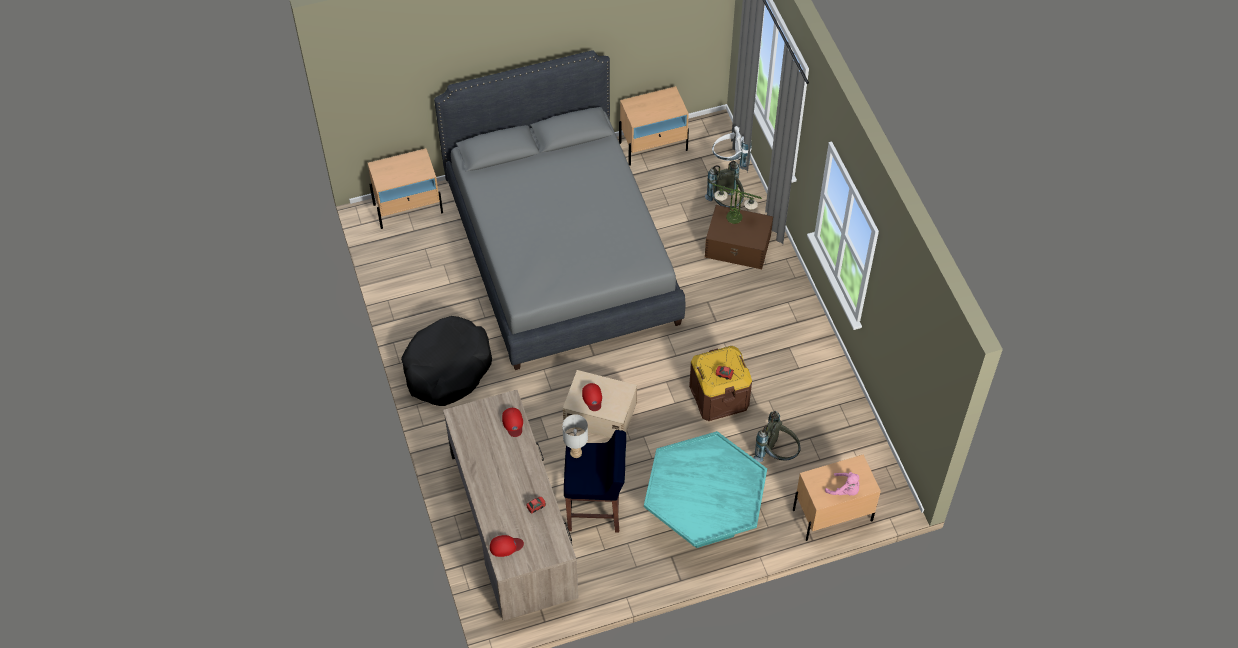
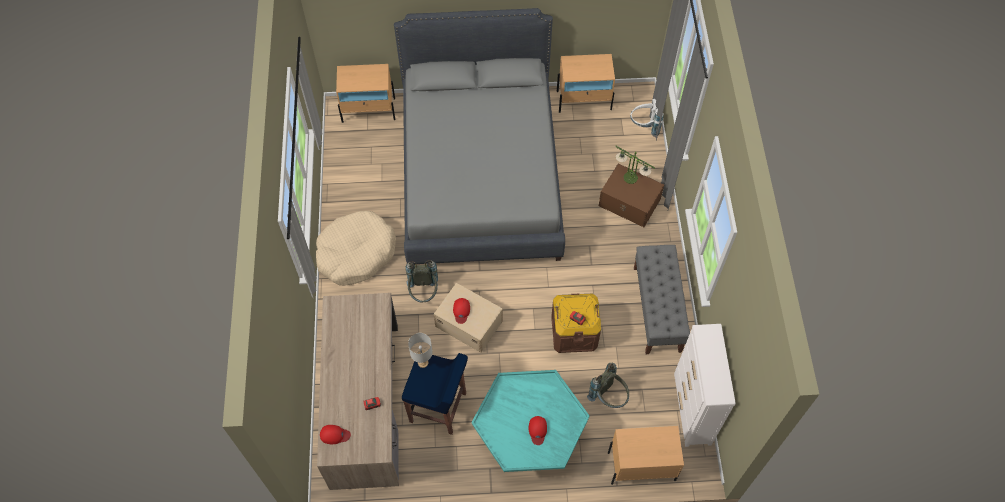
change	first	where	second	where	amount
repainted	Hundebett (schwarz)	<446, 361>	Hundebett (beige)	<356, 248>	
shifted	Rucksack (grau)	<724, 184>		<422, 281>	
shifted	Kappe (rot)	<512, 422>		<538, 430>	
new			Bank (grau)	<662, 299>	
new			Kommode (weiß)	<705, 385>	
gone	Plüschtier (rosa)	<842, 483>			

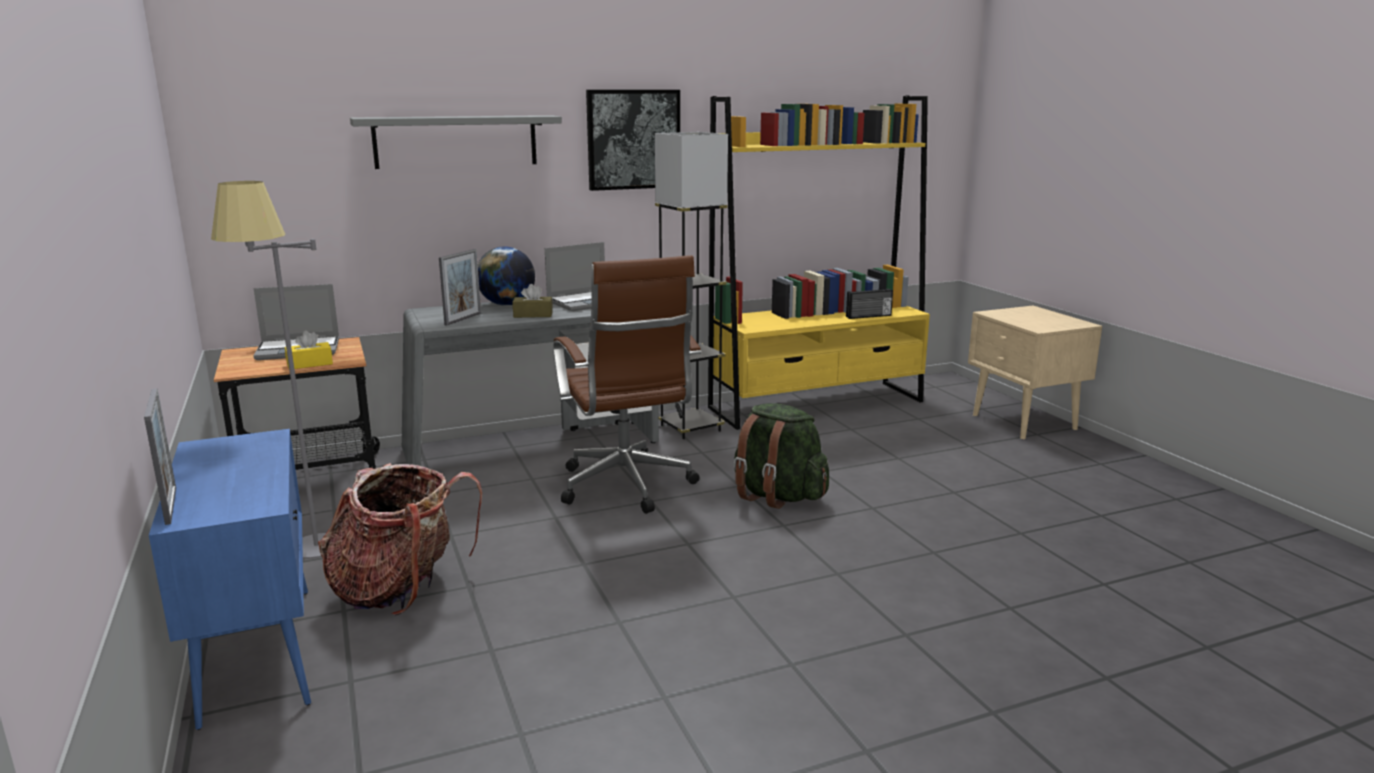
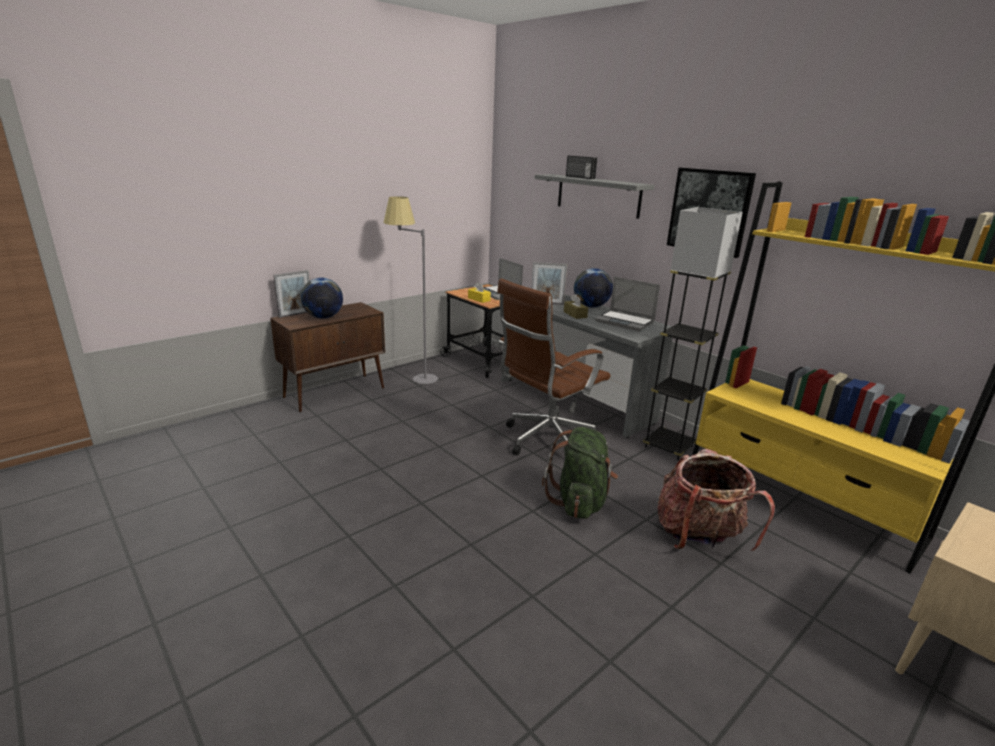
change	first	where	second	where	amount
repainted	Schrank (blau)	<230, 579>	Schrank (braun)	<327, 357>	
new			Globus	<322, 298>	
shifted	Radio	<869, 304>		<581, 167>	
shifted	Rucksack	<400, 539>		<716, 500>	

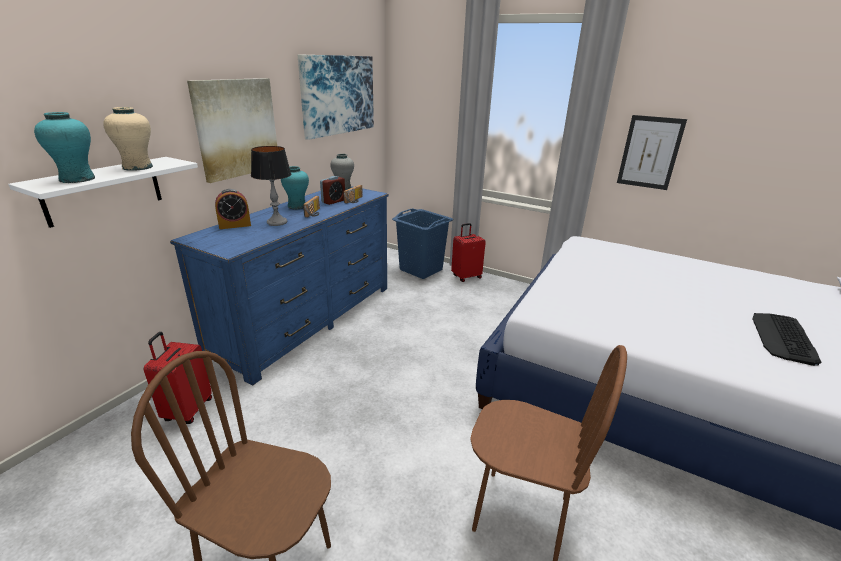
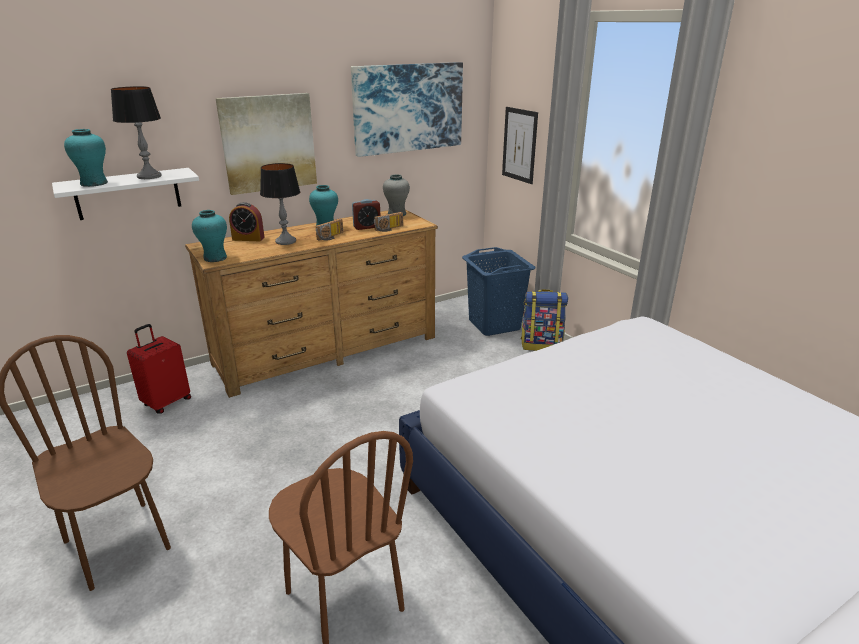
change	first	where	second	where	amount
swapped	Vase (beige)	<128, 139>	Tischlampe	<136, 132>	
repainted	Kommode (blau)	<279, 286>	Kommode (braun)	<311, 304>	
new			Vase (türkis)	<209, 236>	
shifted	Bild	<652, 152>		<520, 145>	
swapped	Koffer (rot)	<468, 252>	Rucksack	<544, 320>	
gone	Tastatur	<786, 339>			

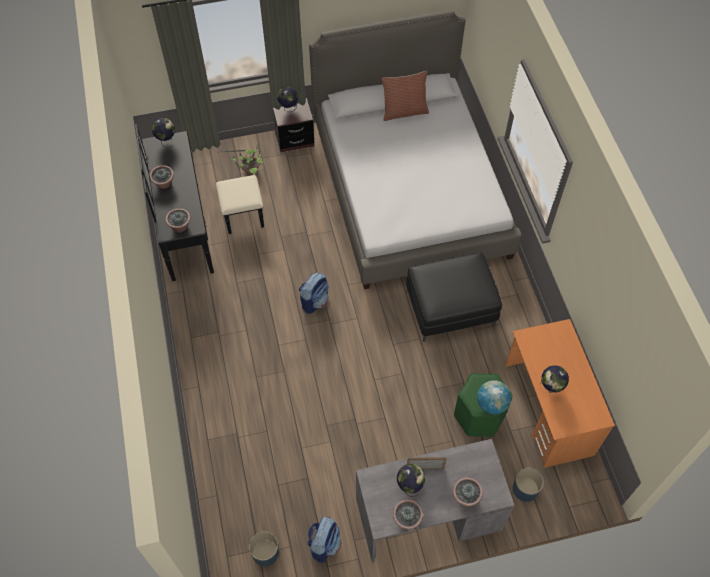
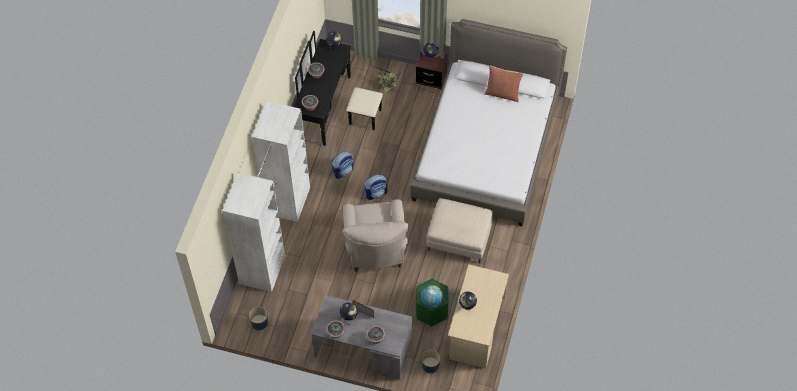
change	first	where	second	where	amount
new			Kleiderschrank (weiß)	<266, 196>	
shifted	Rucksack	<324, 539>		<342, 165>	
new			Sessel (beige)	<375, 235>	
repainted	Polsterhocker (schwarz)	<454, 297>	Polsterhocker (beige)	<460, 230>	
repainted	Schreibtisch (orange)	<560, 393>	Schreibtisch (beige)	<478, 316>	

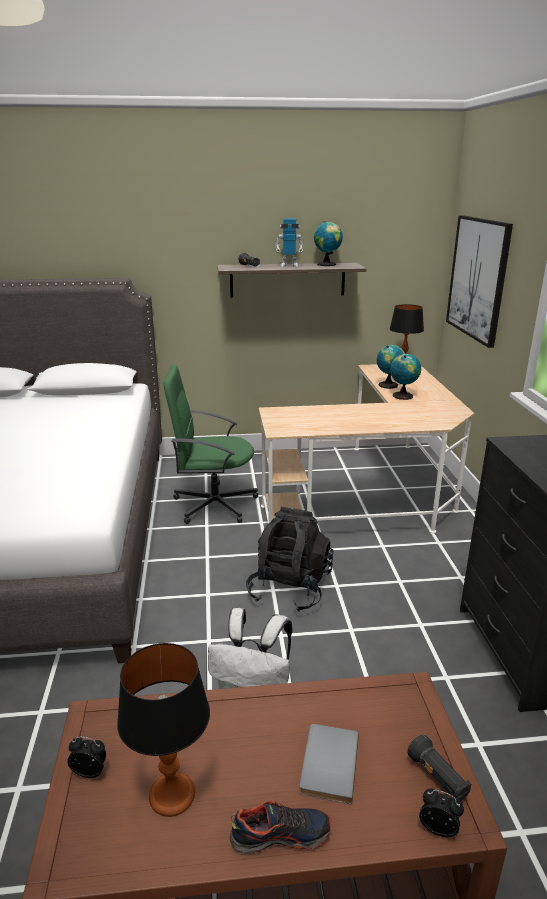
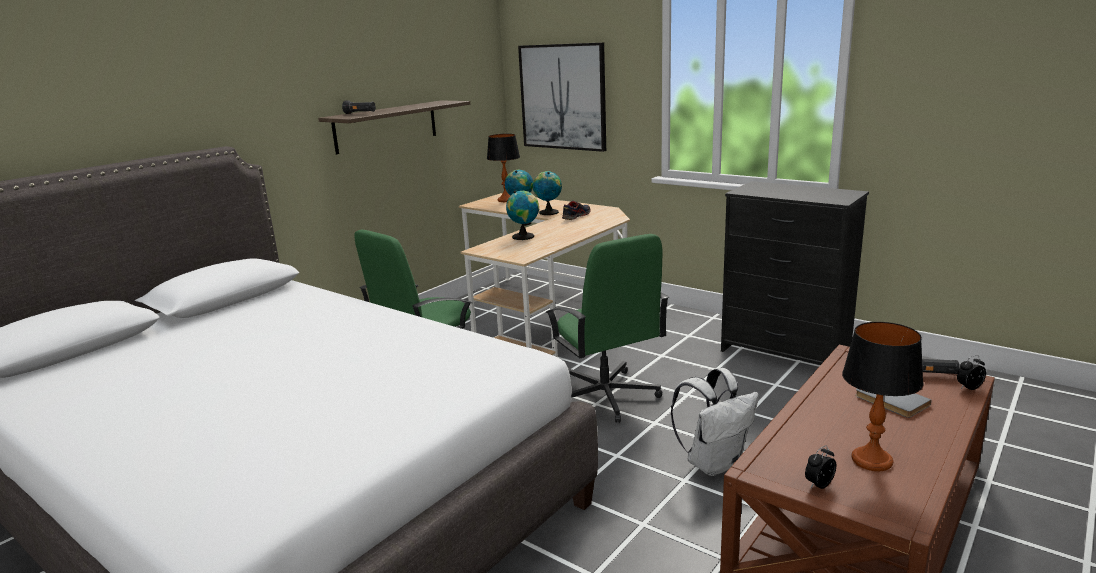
change	first	where	second	where	amount
shifted	Globus	<328, 243>		<522, 215>	
swapped	Rucksack (schwarz)	<289, 559>	Bürostuhl (grün)	<607, 328>	
shifted	Schuh	<281, 827>		<576, 210>	
gone	Spielzeugroboter	<289, 243>			

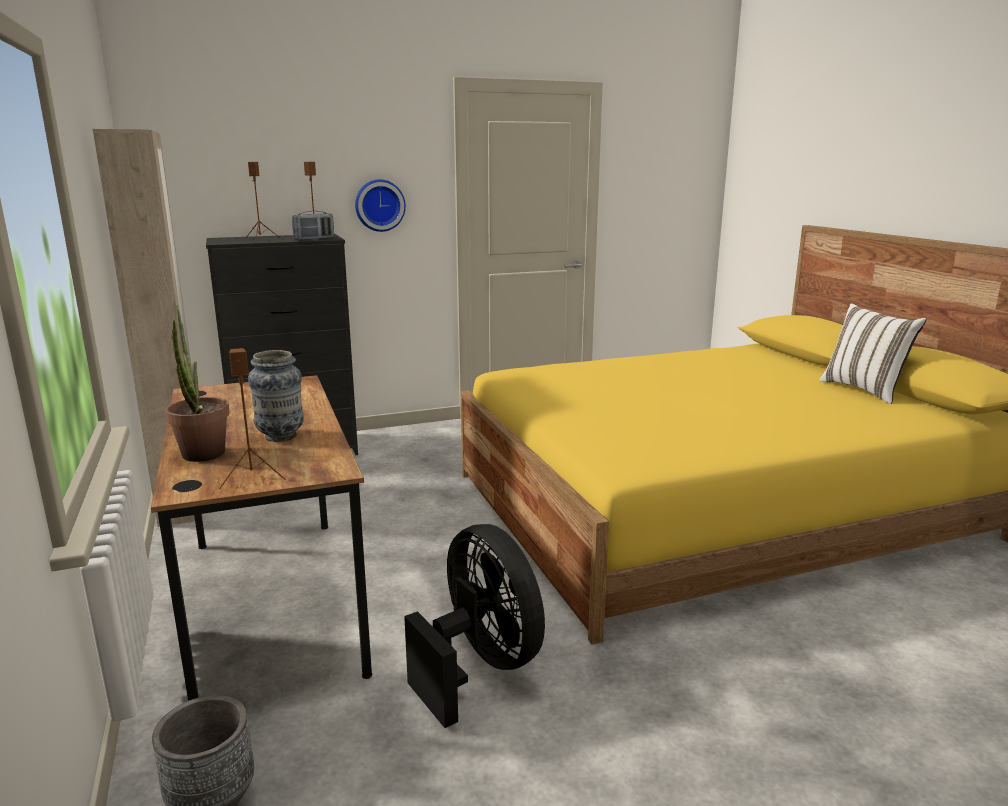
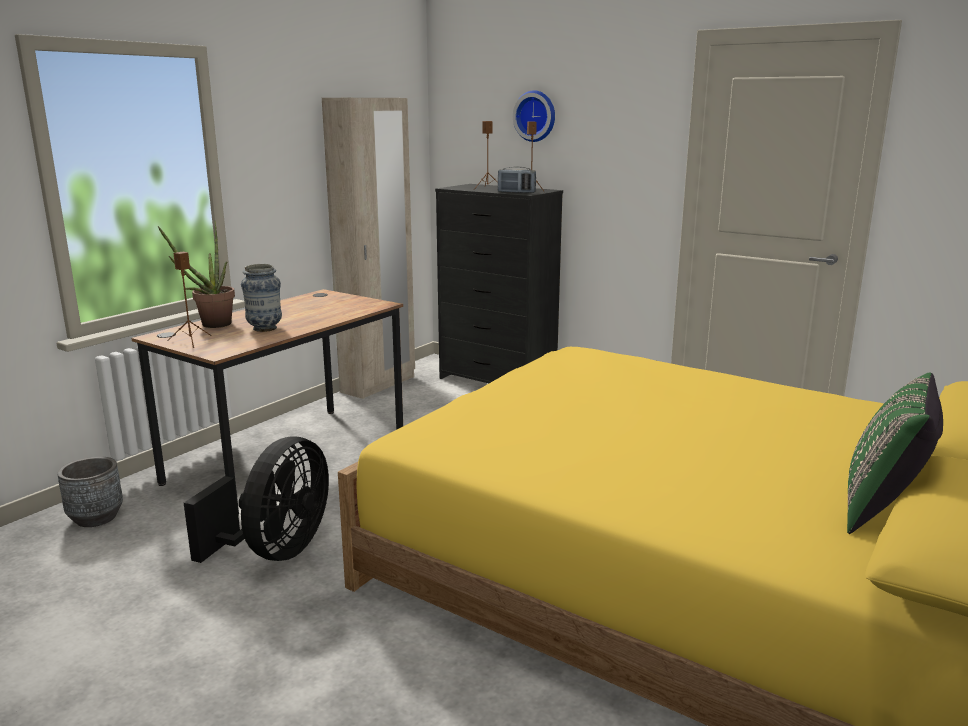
change	first	where	second	where	amount
shifted	Wanduhr	<380, 205>		<534, 116>	
repainted	Kissen (weiß)	<873, 353>	Kissen (grün)	<895, 453>	

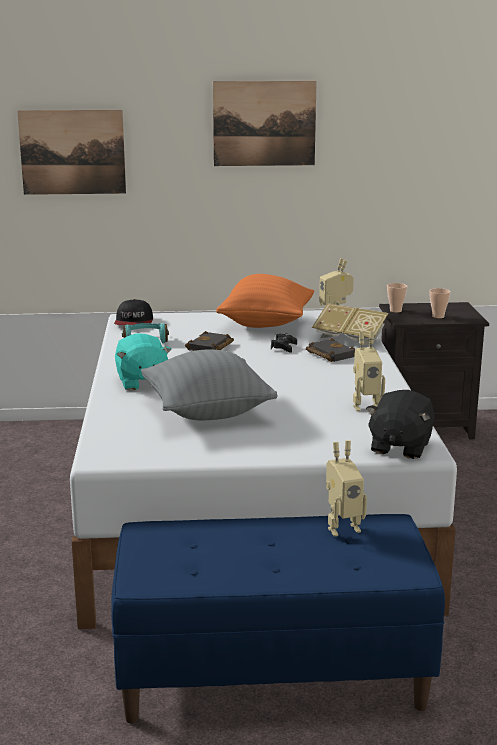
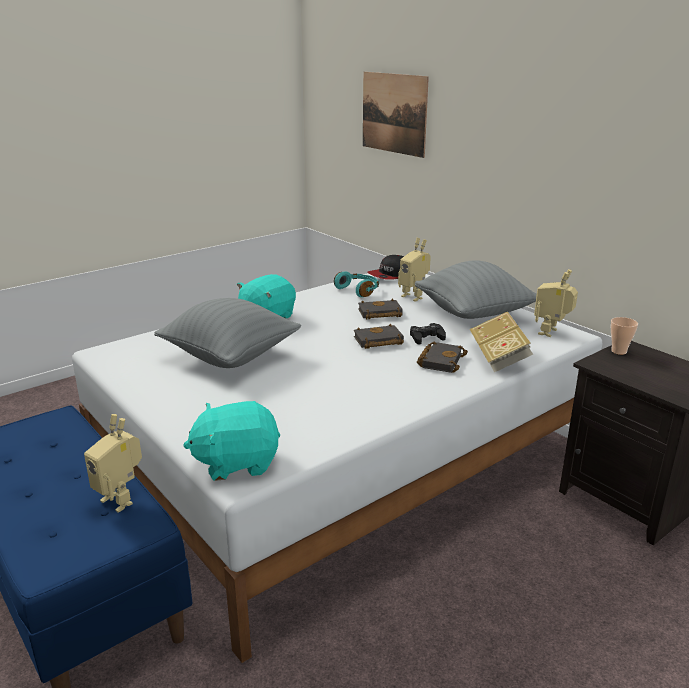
change	first	where	second	where	amount
repainted	Plüschtier (schwarz)	<400, 424>	Plüschtier (türkis)	<231, 441>	
new			Buch (schwarz)	<379, 336>	
shifted	Spielzeugroboter	<369, 371>		<414, 270>	
repainted	Kissen (orange)	<265, 301>	Kissen (grau)	<476, 290>	
gone	Bild	<265, 123>			
gone	Tasse	<440, 303>			

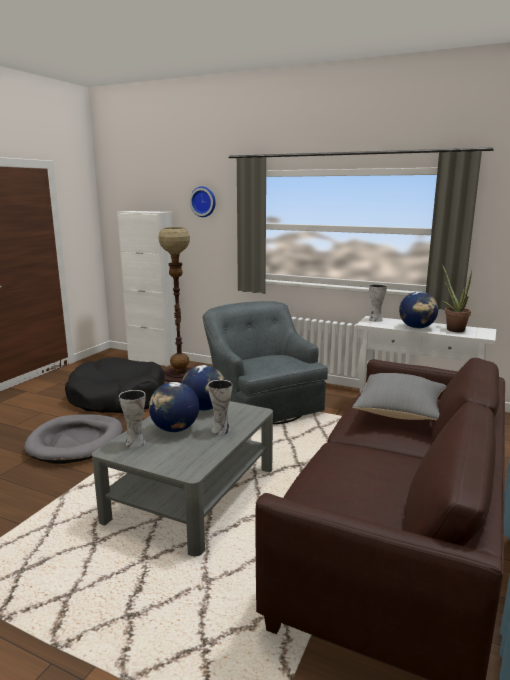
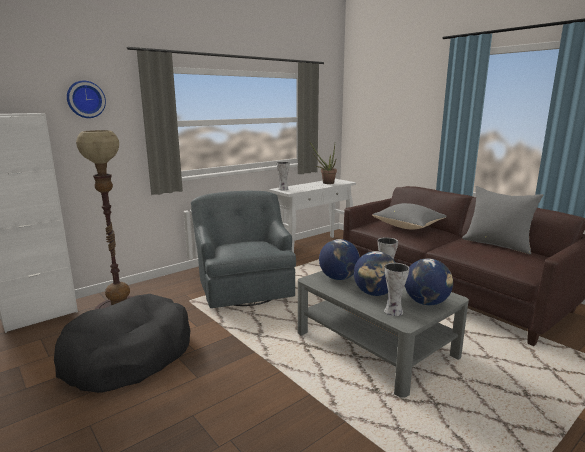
change	first	where	second	where	amount
rotated	Sessel (grau)	<265, 362>		<243, 249>	75 degrees clockwise
shifted	Globus	<418, 310>		<429, 281>	
new			Kissen (grau)	<502, 220>	
gone	Hundebett (grau)	<73, 439>			

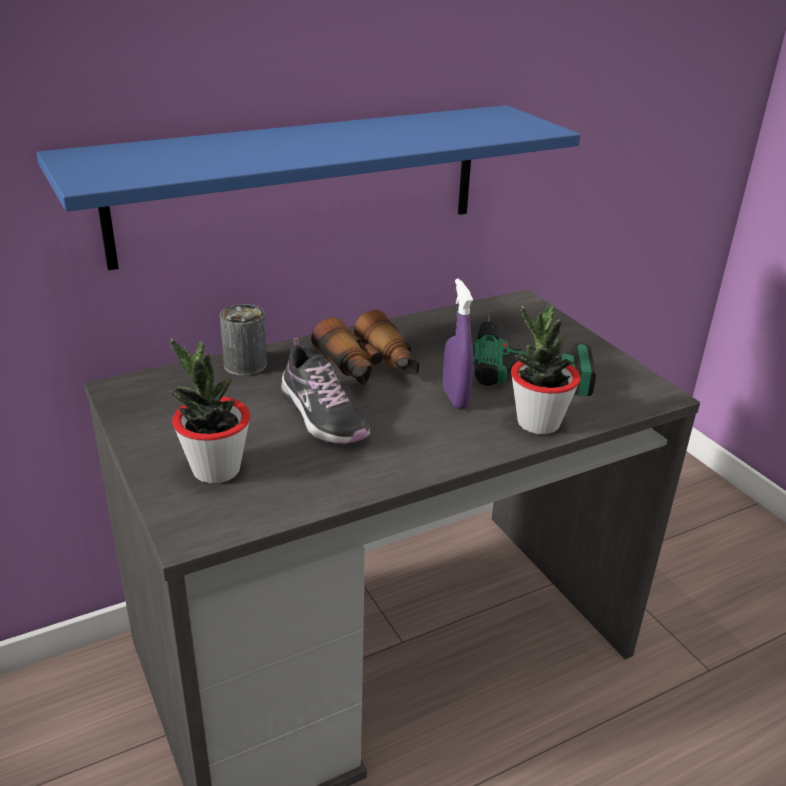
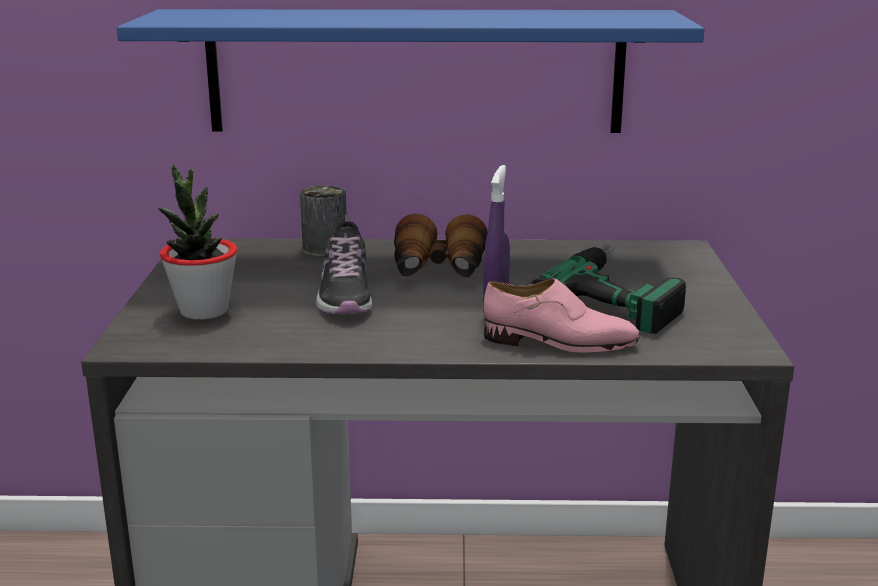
change	first	where	second	where	amount
swapped	Topfpflanze	<546, 369>	Schuh (rosa)	<562, 315>	

